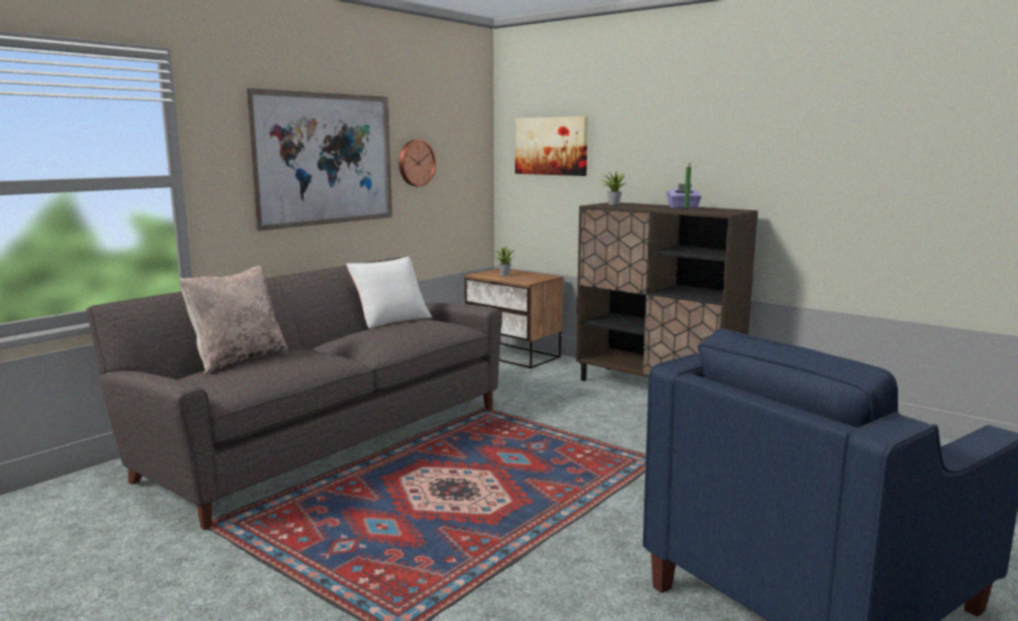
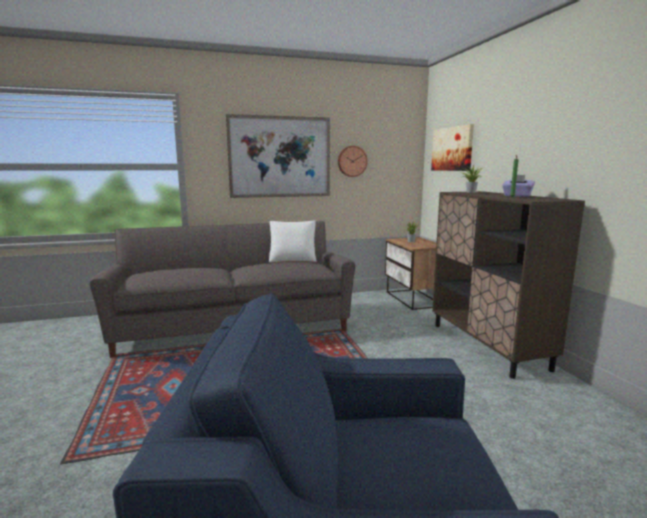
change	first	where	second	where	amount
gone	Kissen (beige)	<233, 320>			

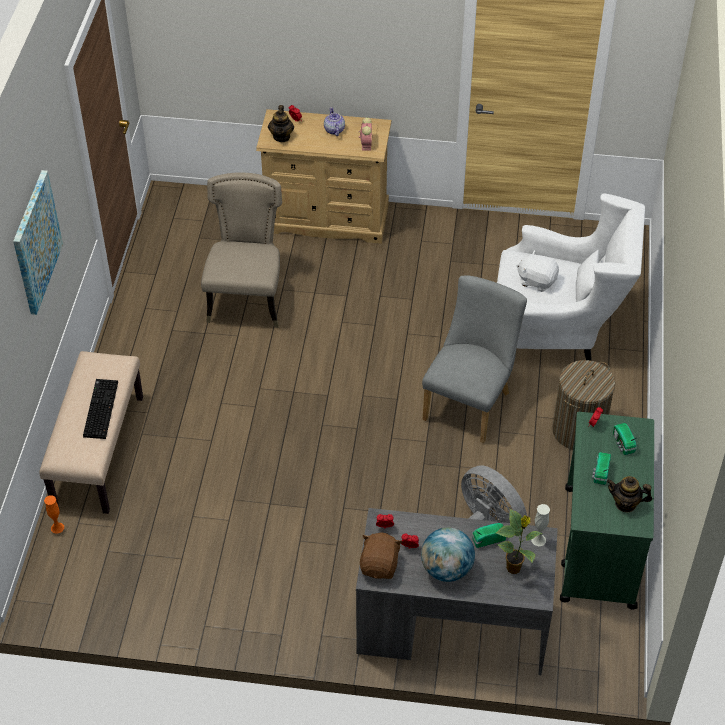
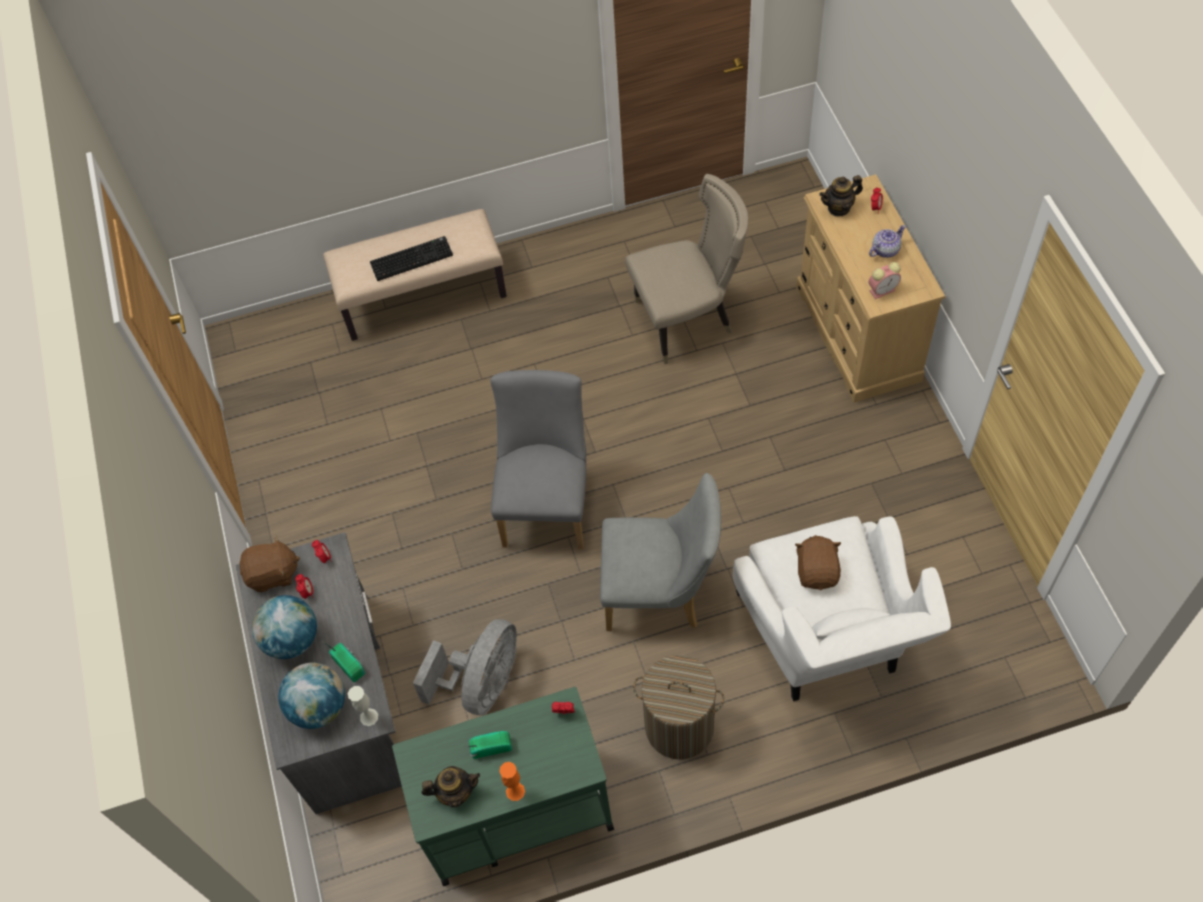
change	first	where	second	where	amount
swapped	Topfpflanze	<519, 541>	Globus	<311, 695>	
rotated	Teekanne	<629, 494>		<450, 786>	90 degrees clockwise
new			Stuhl (grau)	<538, 460>	
shifted	Vase (orange)	<54, 514>		<512, 781>	
repainted	Plüschtier (weiß)	<538, 271>	Plüschtier (braun)	<818, 562>	
gone	Bild	<38, 242>			
gone	Radio	<626, 439>			

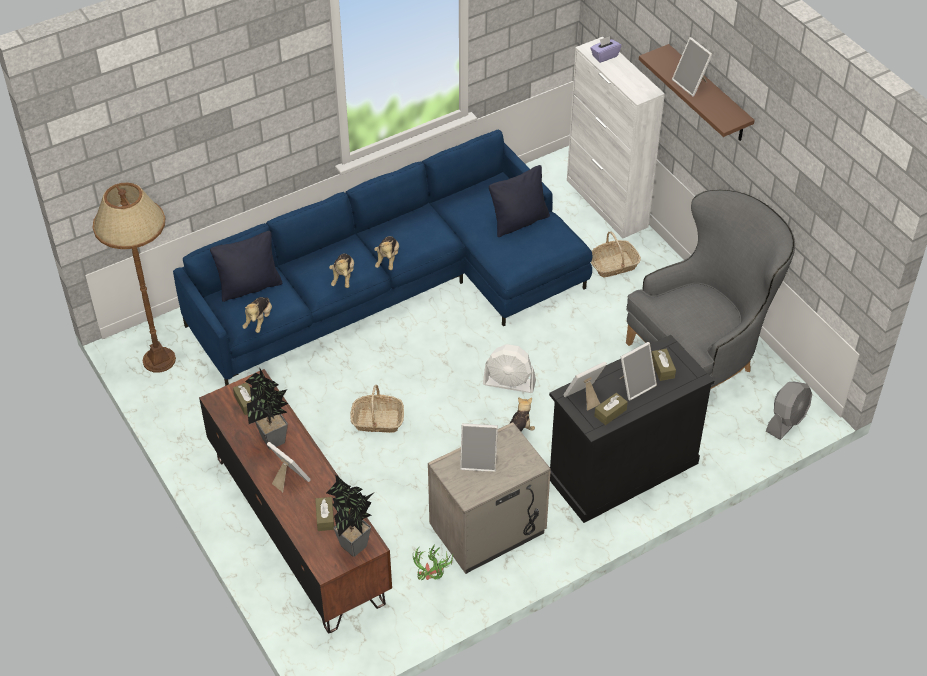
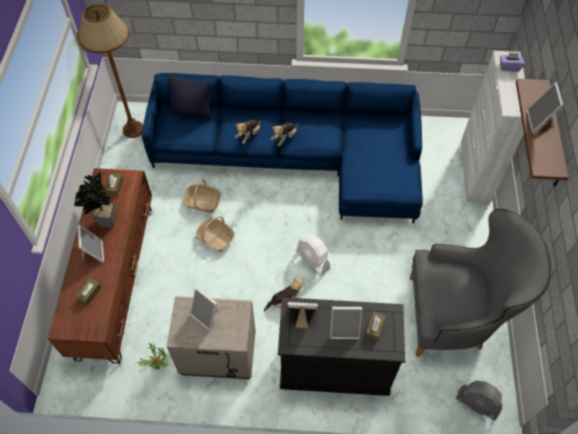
change	first	where	second	where	amount
shifted	Korb	<616, 254>		<202, 196>	
rotated	Ventilator (grau)	<789, 411>		<479, 400>	45 degrees clockwise
gone	Plüschtier	<257, 315>			
gone	Topfpflanze	<351, 516>			
gone	Kissen (schwarz)	<519, 201>			
gone	Taschentuchbox (braun)	<611, 409>			

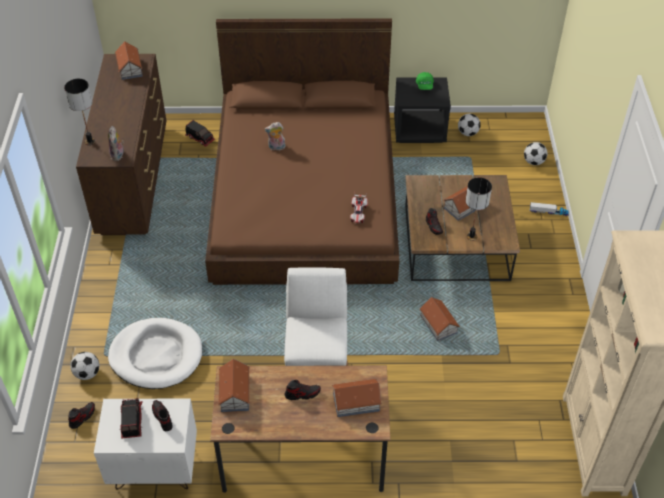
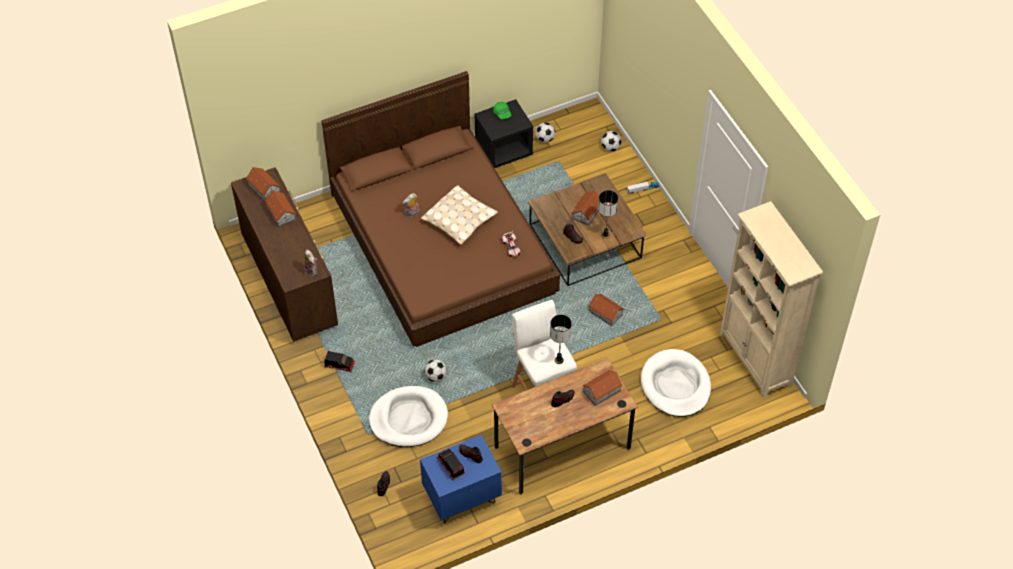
change	first	where	second	where	amount
shifted	Spielzeughaus	<234, 385>		<280, 209>	
shifted	Spielzeuglaster	<200, 133>		<339, 362>	
repainted	Nachttisch (weiß)	<145, 444>	Nachttisch (blau)	<461, 479>	
new			Kissen (beige)	<459, 215>	
shifted	Fußball	<84, 366>		<435, 370>	
shifted	Tischlampe	<79, 112>		<560, 339>	
new			Hundebett (weiß)	<676, 383>	

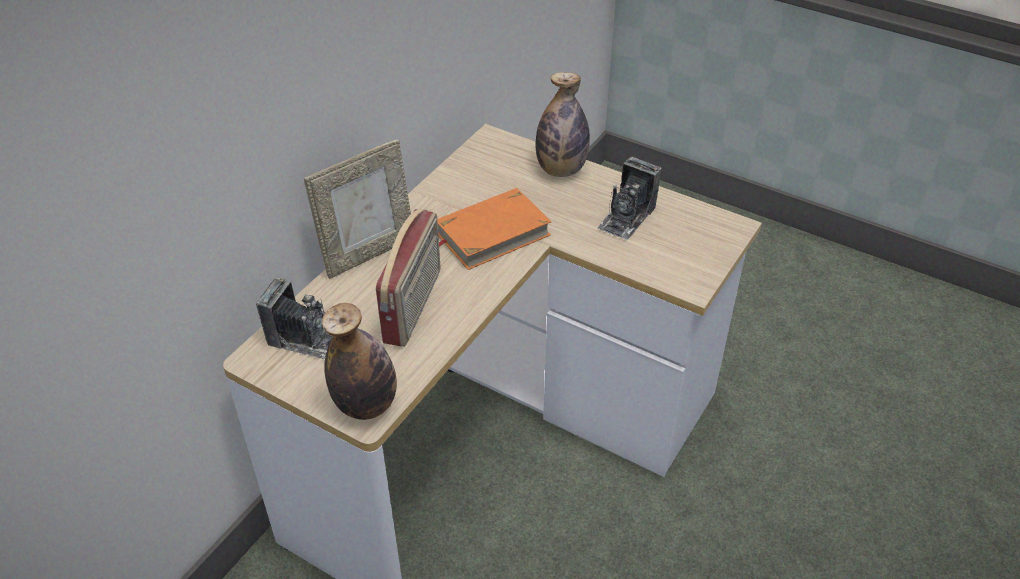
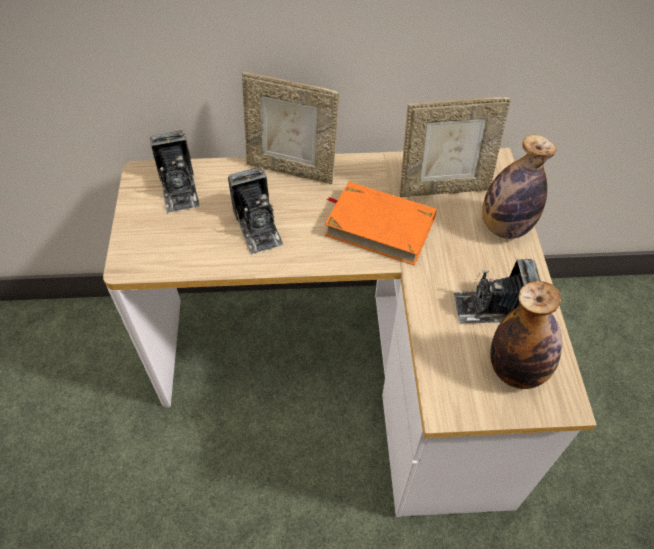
change	first	where	second	where	amount
swapped	Radio	<408, 278>	Kamera	<255, 211>	
new			Bilderrahmen	<455, 147>	
shifted	Flasche	<359, 361>		<526, 335>	

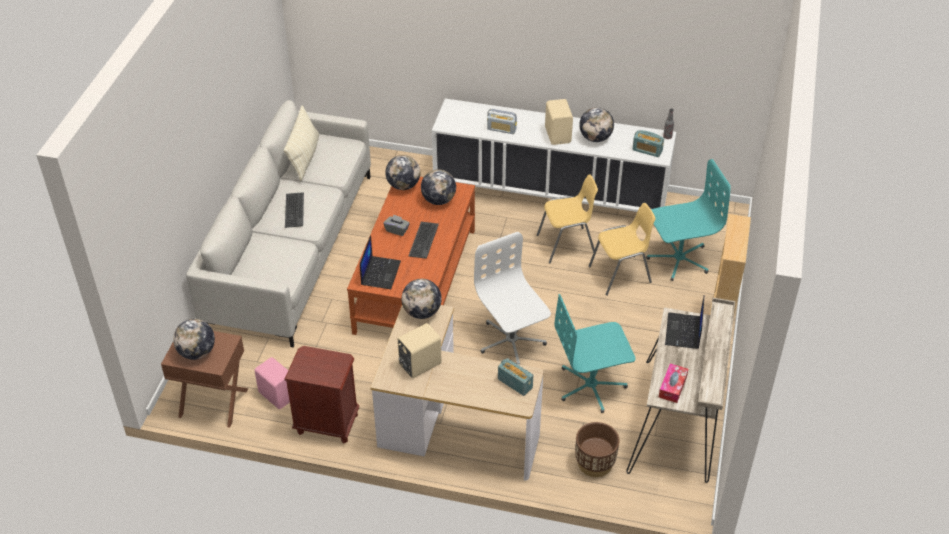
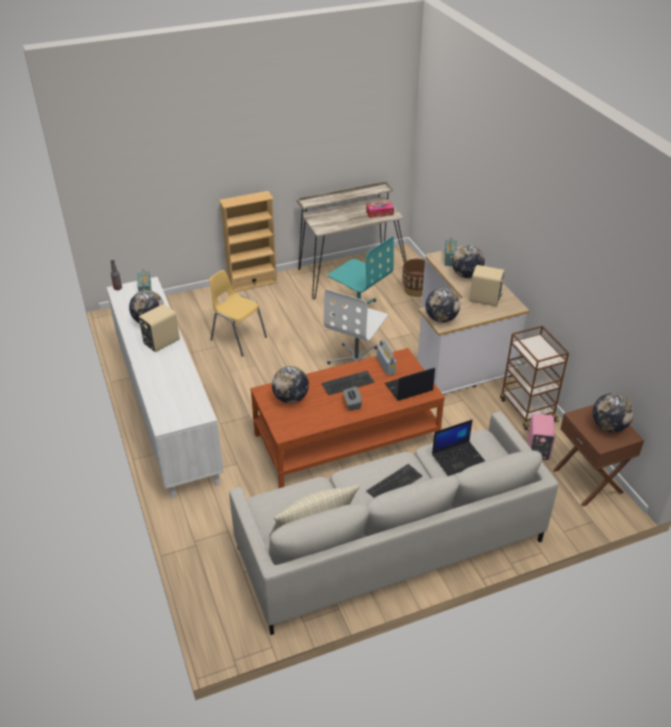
change	first	where	second	where	amount
shifted	Radio	<502, 121>		<386, 357>	
shifted	Laptop	<685, 322>		<458, 447>	
shifted	Globus	<402, 172>		<468, 262>	
swapped	Nachttisch (braun)	<321, 395>	Rollwagen (braun)	<534, 378>	
gone	Stuhl (gelb)	<567, 219>			
gone	Bürostuhl (türkis)	<688, 220>			

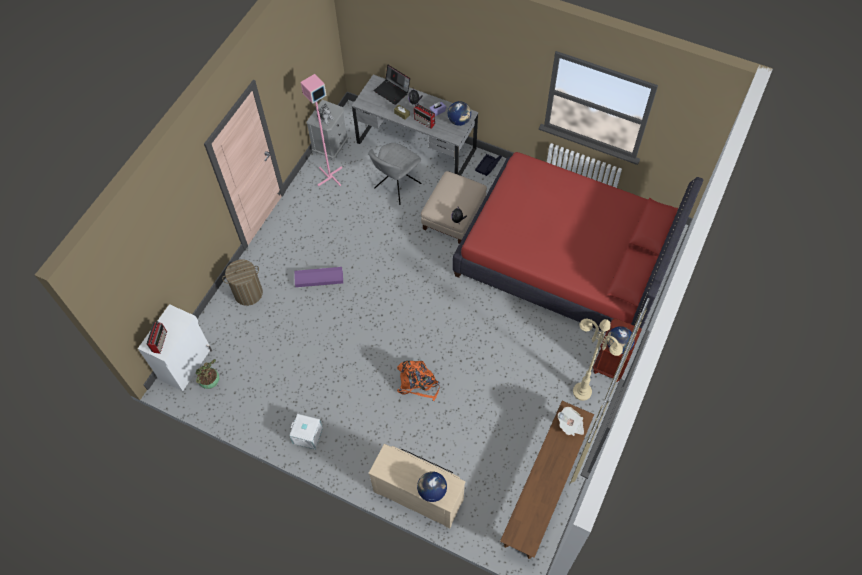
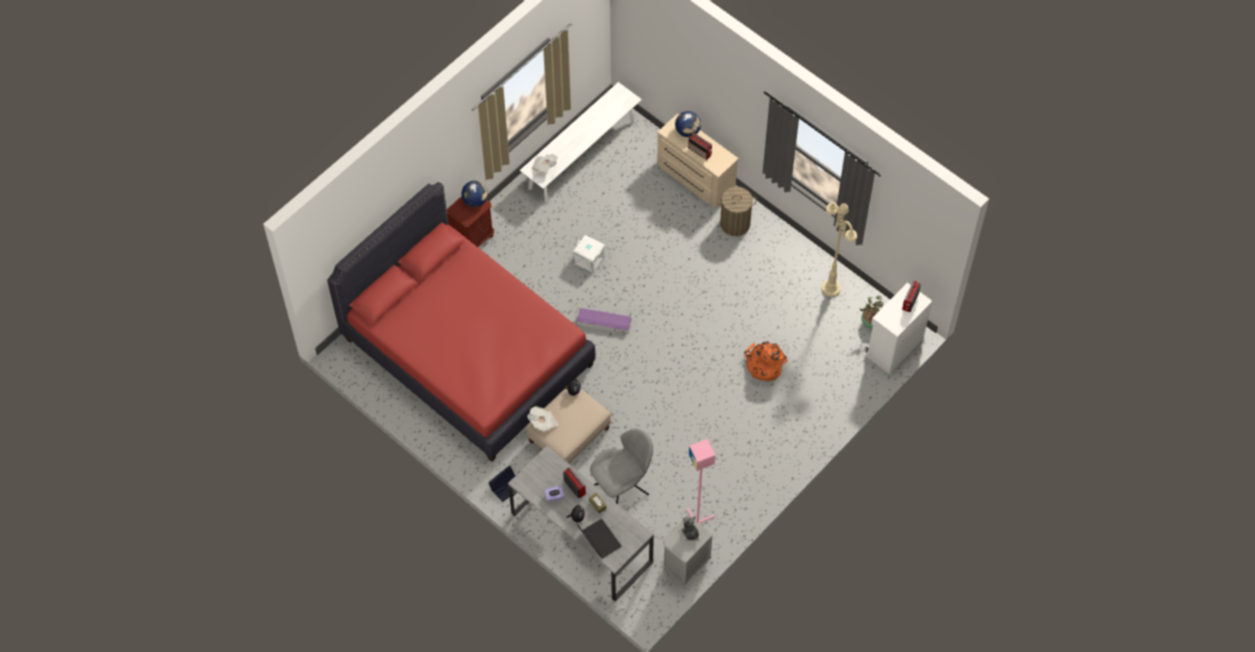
change	first	where	second	where	amount
repainted	Bank (braun)	<547, 480>	Bank (weiß)	<581, 142>	
new			Zeitung	<542, 419>	
shifted	Aufbewahrungsbox (weiß)	<306, 431>		<589, 254>	
shifted	Aufbewahrungsbox (lila)	<318, 277>		<604, 320>	
new			Radio	<700, 146>	
shifted	Wäschekorb	<242, 282>		<737, 211>	
shifted	Rucksack (orange)	<418, 381>		<766, 361>	
shifted	Stehlampe (beige)	<598, 360>		<839, 250>	
gone	Globus	<459, 113>			

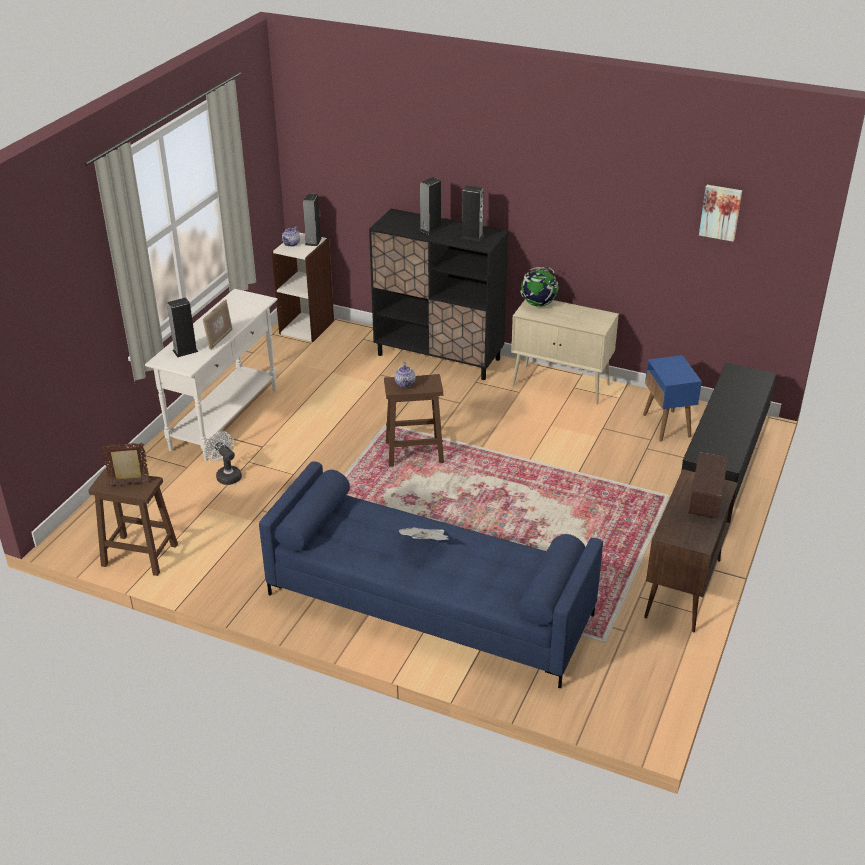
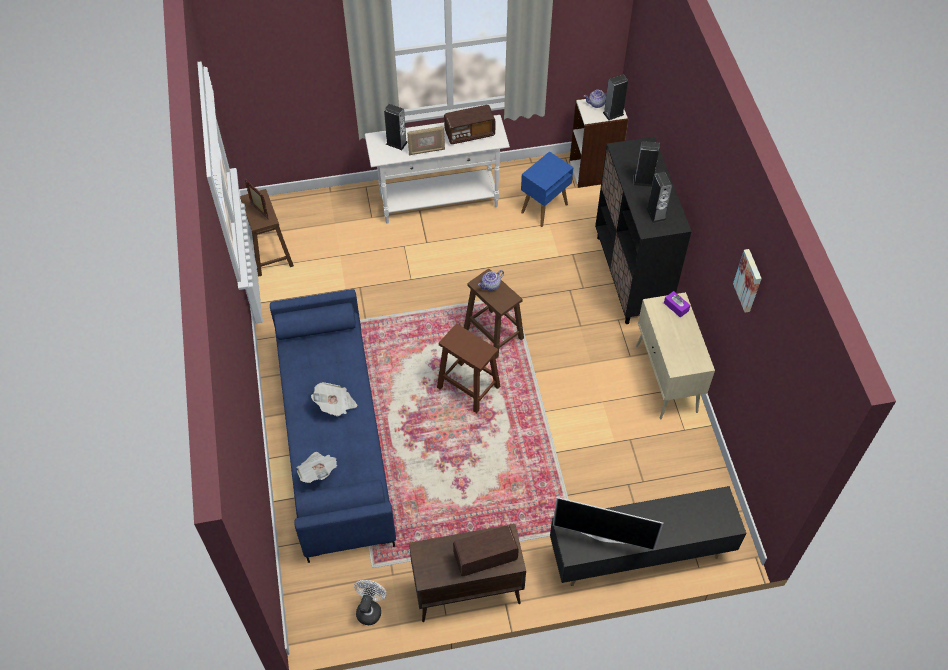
change	first	where	second	where	amount
new			Zeitung	<316, 467>	
shifted	Ventilator (weiß)	<223, 458>		<370, 602>	
new			Hocker (braun)	<468, 368>	
new			Radio	<470, 124>	
shifted	Beistelltisch (blau)	<672, 398>		<547, 189>	
new			Fernseher	<608, 523>	
swapped	Globus	<539, 287>	Taschentuchbox (lila)	<677, 304>	
shifted	Bild	<720, 213>		<747, 280>	

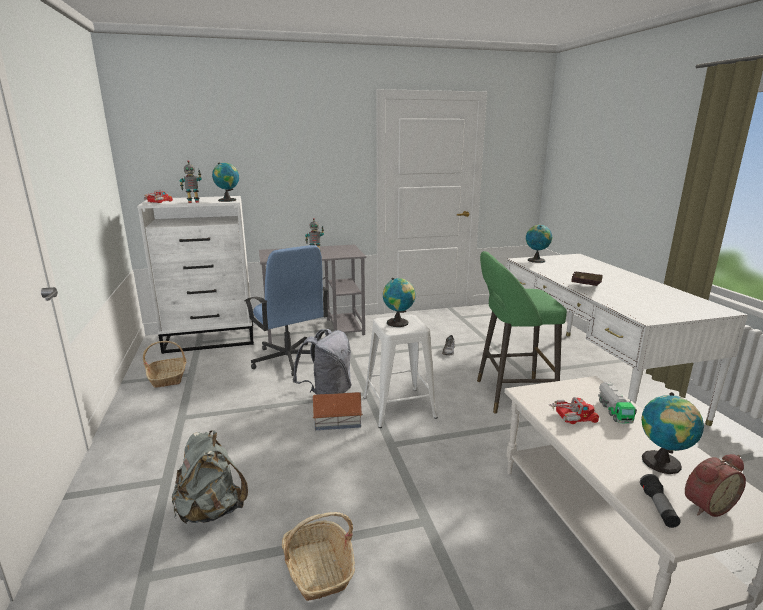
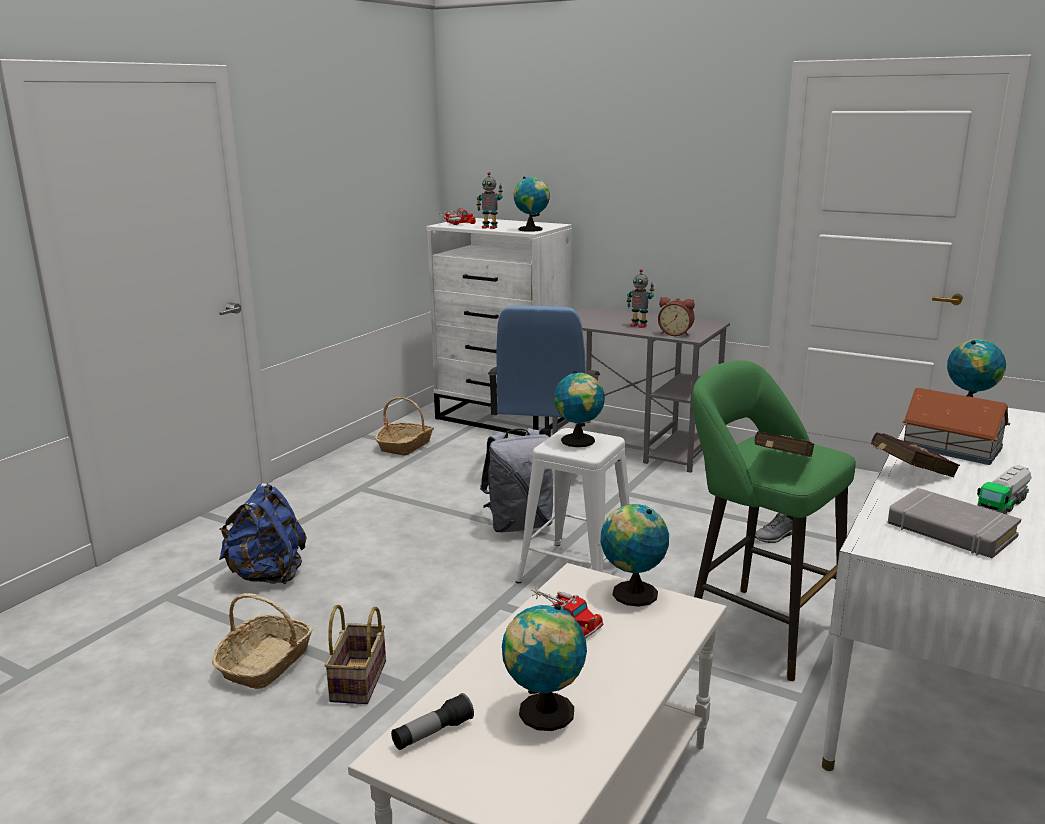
change	first	where	second	where	amount
repainted	Rucksack (grau)	<210, 476>	Rucksack (blau)	<263, 533>	
new			Korb	<355, 654>	
new			Globus	<635, 555>	
shifted	Wecker	<715, 485>		<676, 316>	
new			Buch (rot)	<784, 444>	
new			Buch (grau)	<954, 523>	
shifted	Spielzeughaus	<338, 411>		<956, 426>	
shifted	Spielzeuglaster	<617, 403>		<1004, 489>	

